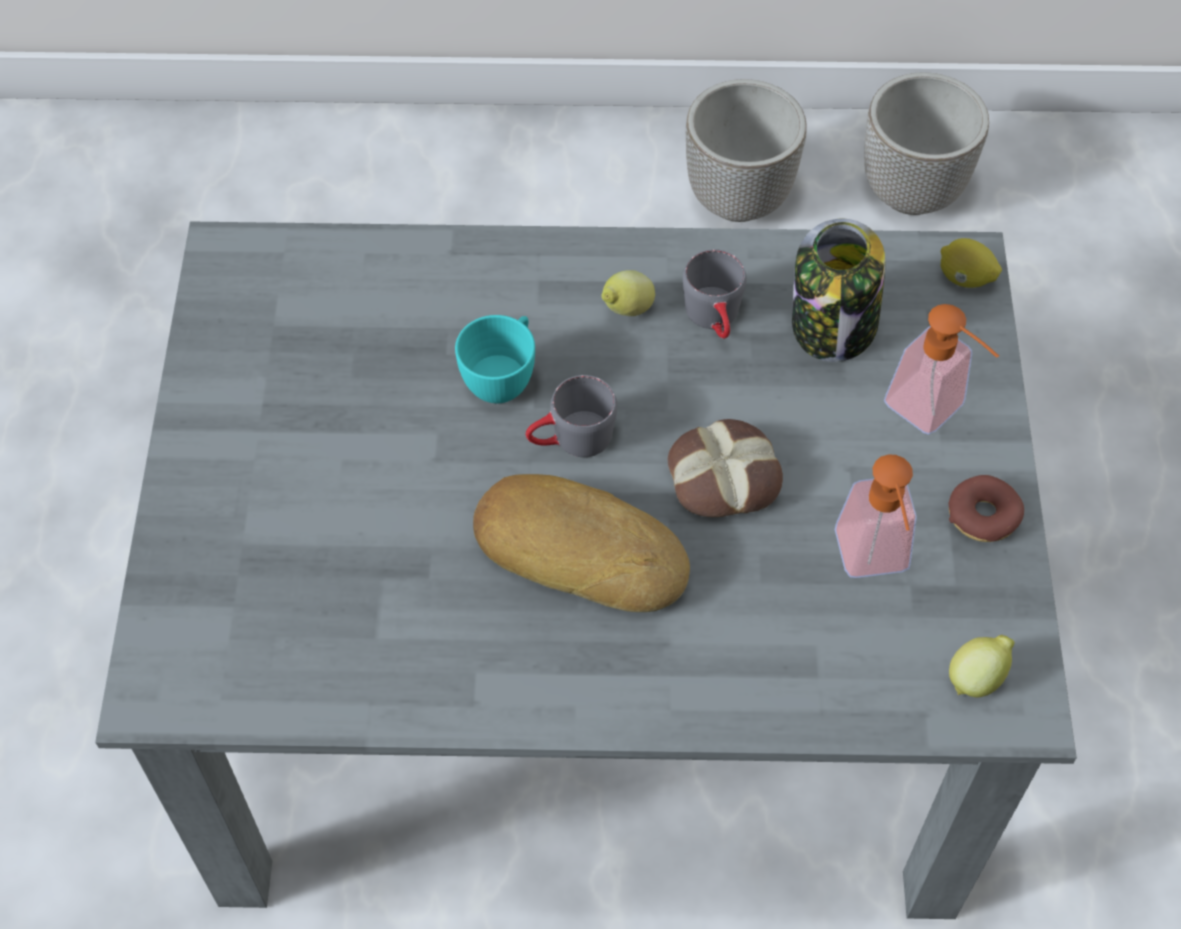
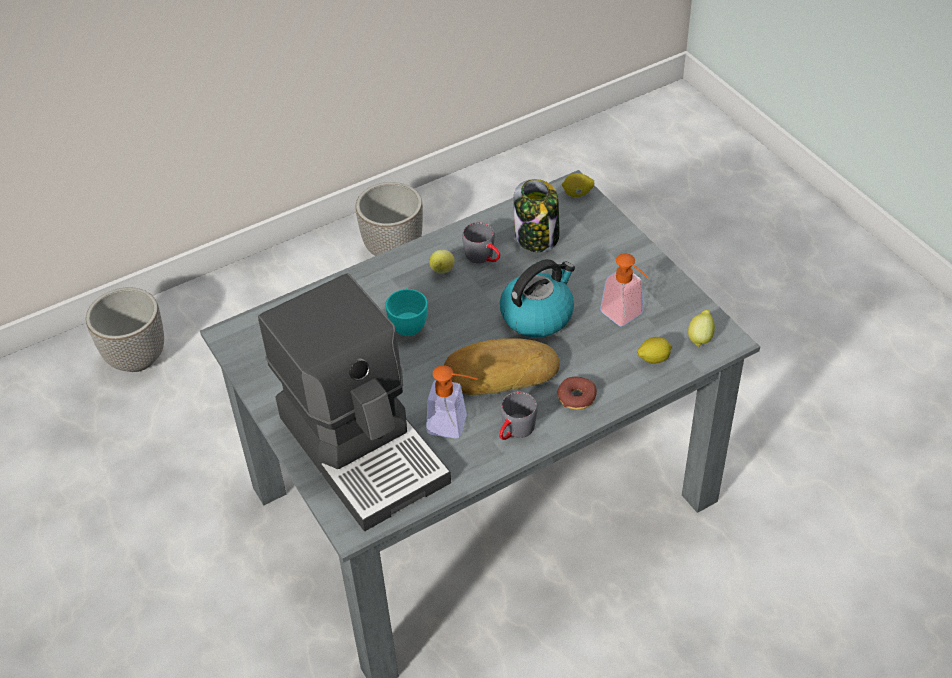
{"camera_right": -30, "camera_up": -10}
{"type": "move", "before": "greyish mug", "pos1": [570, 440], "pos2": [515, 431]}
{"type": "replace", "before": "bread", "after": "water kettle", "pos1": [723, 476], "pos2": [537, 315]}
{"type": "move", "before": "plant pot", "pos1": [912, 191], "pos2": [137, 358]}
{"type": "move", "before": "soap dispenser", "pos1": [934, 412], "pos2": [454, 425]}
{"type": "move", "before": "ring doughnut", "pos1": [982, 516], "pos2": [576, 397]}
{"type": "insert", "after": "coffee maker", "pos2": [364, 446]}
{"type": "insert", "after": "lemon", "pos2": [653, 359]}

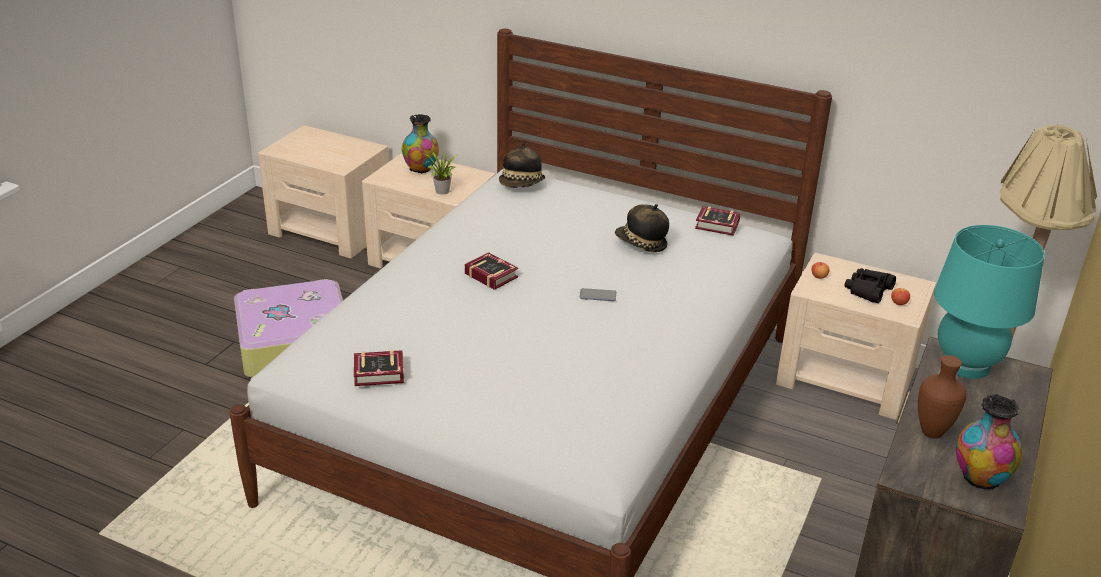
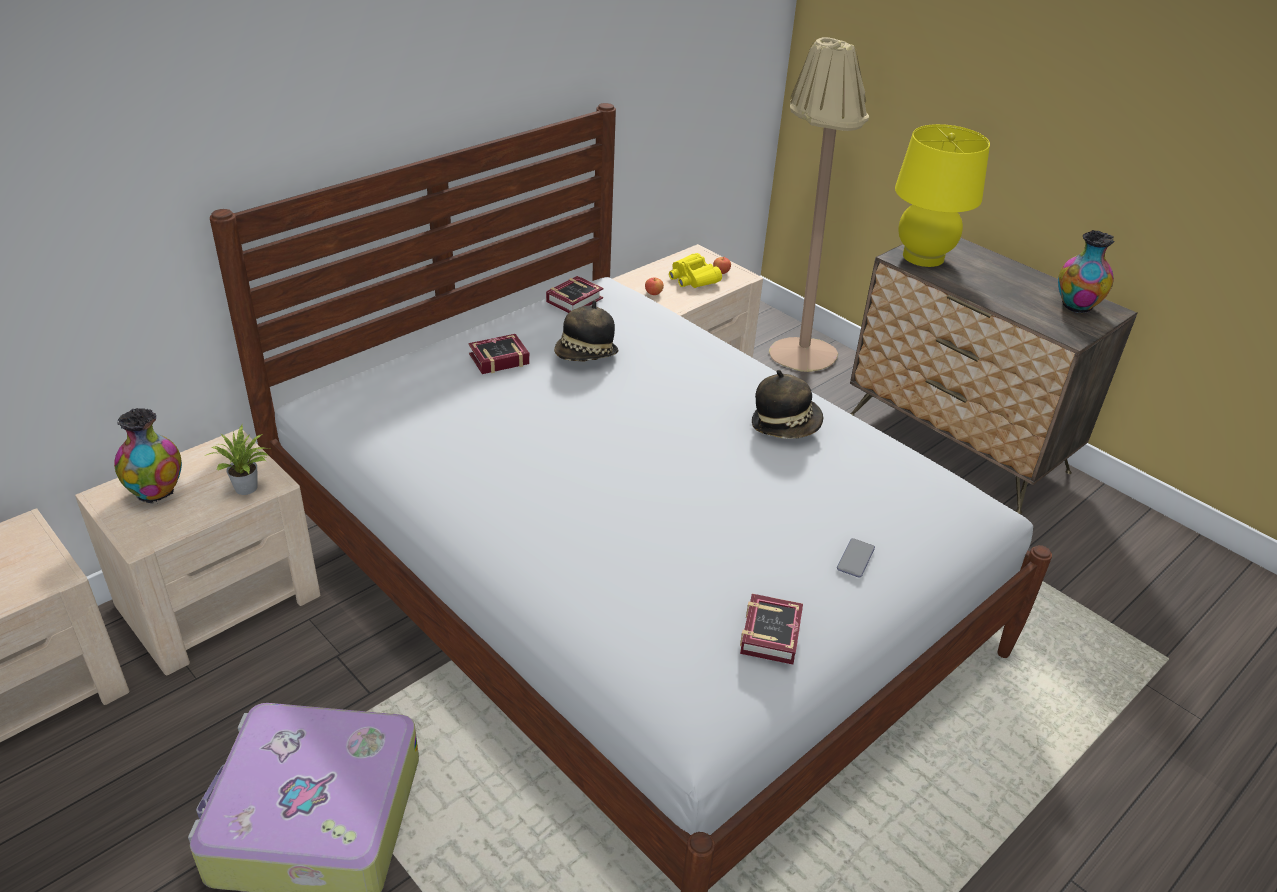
{"camera_right": -70, "camera_up": 5}
{"type": "move", "before": "book", "pos1": [490, 274], "pos2": [496, 359]}
{"type": "move", "before": "hat", "pos1": [522, 185], "pos2": [785, 425]}
{"type": "move", "before": "handset", "pos1": [597, 295], "pos2": [855, 559]}
{"type": "recolor", "before": "black binoculars", "after": "yellow binoculars", "pos1": [868, 290], "pos2": [693, 278]}
{"type": "delete", "before": "brown-coloured vase", "pos1": [931, 433]}
{"type": "recolor", "before": "blue-green lamp for a table", "after": "yellow lamp for a table", "pos1": [966, 365], "pos2": [923, 257]}

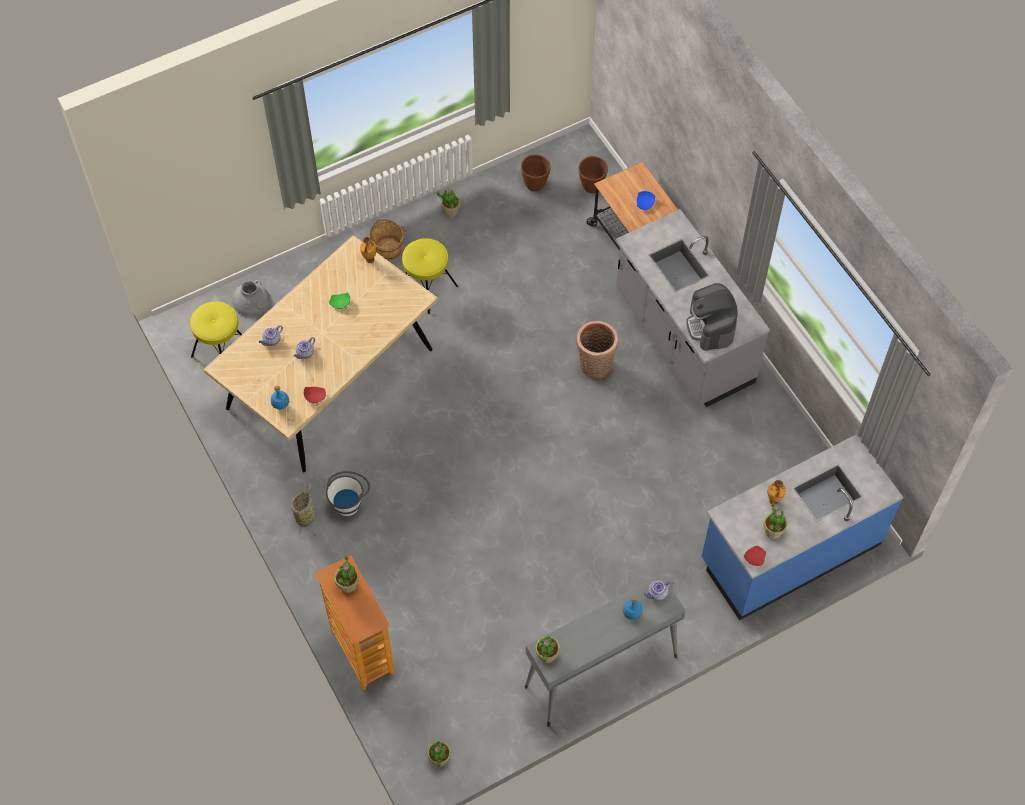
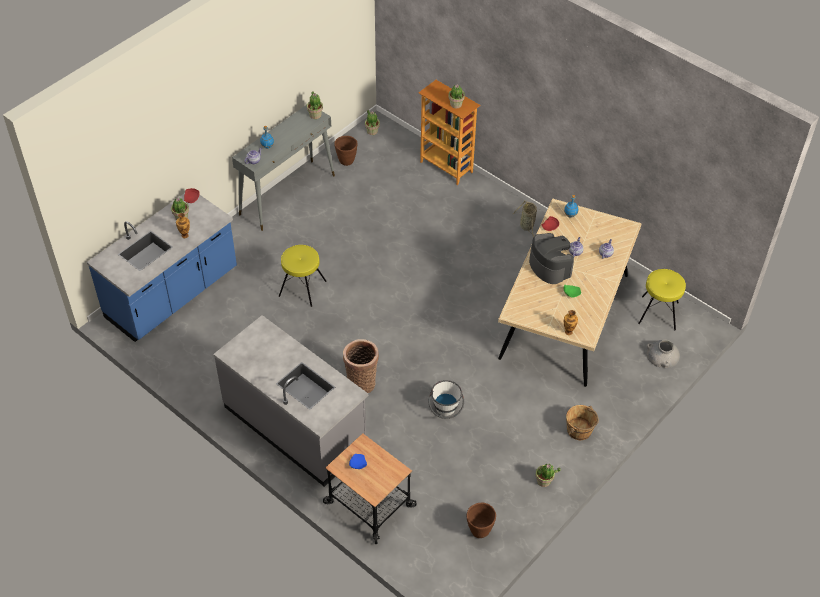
{"camera_right": 160, "camera_up": -10}
{"type": "move", "before": "white pail", "pos1": [349, 501], "pos2": [445, 411]}
{"type": "move", "before": "yellow sitting stool", "pos1": [427, 288], "pos2": [302, 288]}
{"type": "move", "before": "brown-coloured plant pot", "pos1": [591, 187], "pos2": [346, 161]}
{"type": "move", "before": "coffee maker", "pos1": [711, 327], "pos2": [549, 266]}

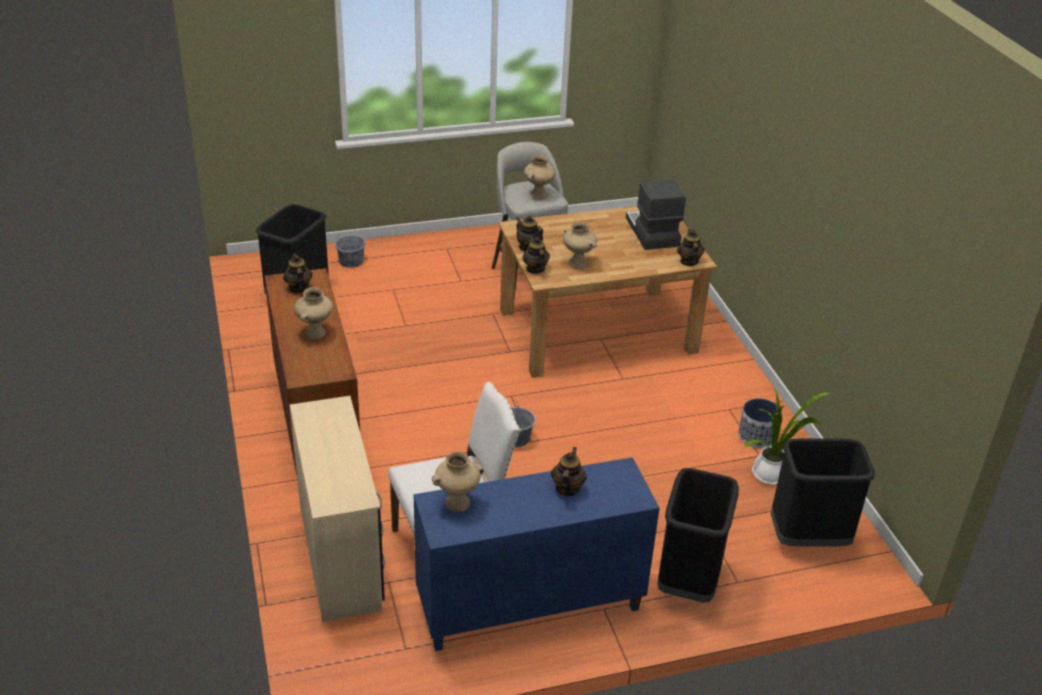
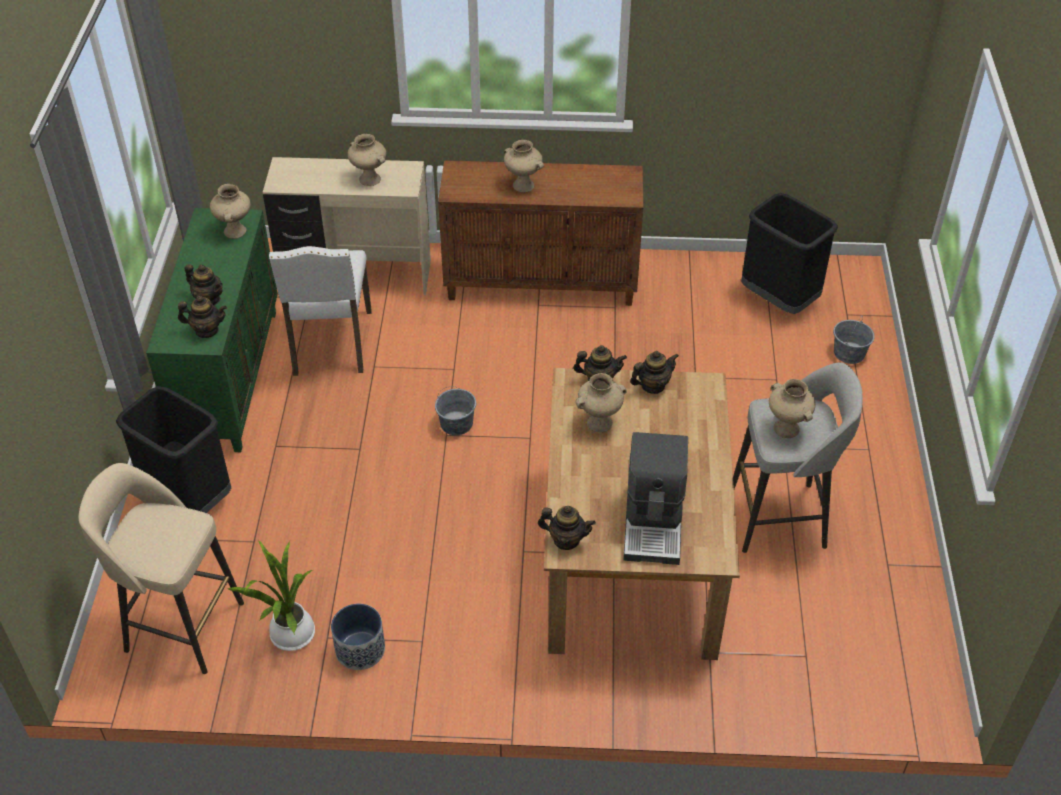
{"camera_right": 110, "camera_up": 10}
{"type": "move", "before": "pot for tea", "pos1": [298, 288], "pos2": [206, 330]}
{"type": "recolor", "before": "bluish cabinet", "after": "greenish cabinet", "pos1": [529, 607], "pos2": [229, 377]}
{"type": "rotate", "before": "coffee maker", "pos1": [651, 232], "pos2": [654, 523], "turn": 90}
{"type": "replace", "before": "black rubbish bin", "after": "beige-coloured sitting stool", "pos1": [808, 539], "pos2": [181, 625]}
{"type": "insert", "after": "beige-coloured vase", "pos2": [369, 179]}

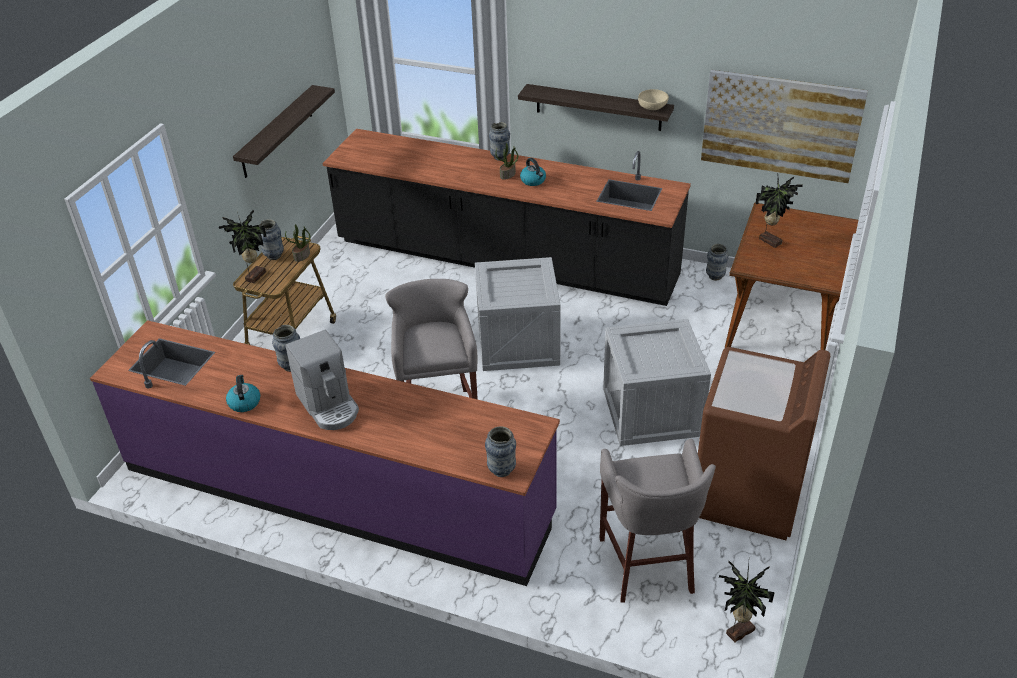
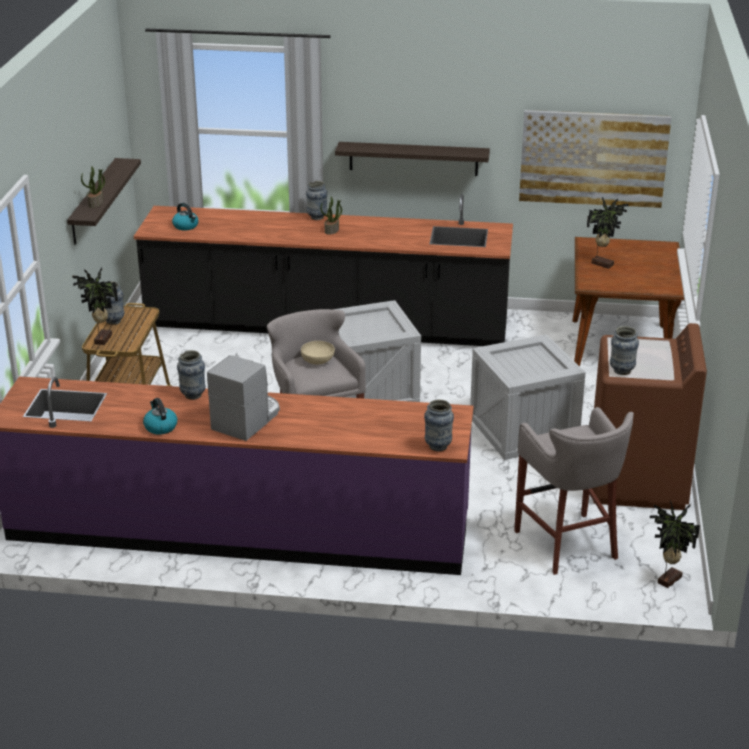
{"camera_right": -15, "camera_up": -10}
{"type": "move", "before": "potted plant", "pos1": [302, 256], "pos2": [96, 203]}
{"type": "rotate", "before": "coffee maker", "pos1": [329, 405], "pos2": [247, 419], "turn": -105}
{"type": "move", "before": "water kettle", "pos1": [533, 181], "pos2": [186, 226]}
{"type": "move", "before": "beige-coloured bowl", "pos1": [652, 107], "pos2": [318, 360]}
{"type": "move", "before": "vase", "pos1": [715, 276], "pos2": [622, 371]}

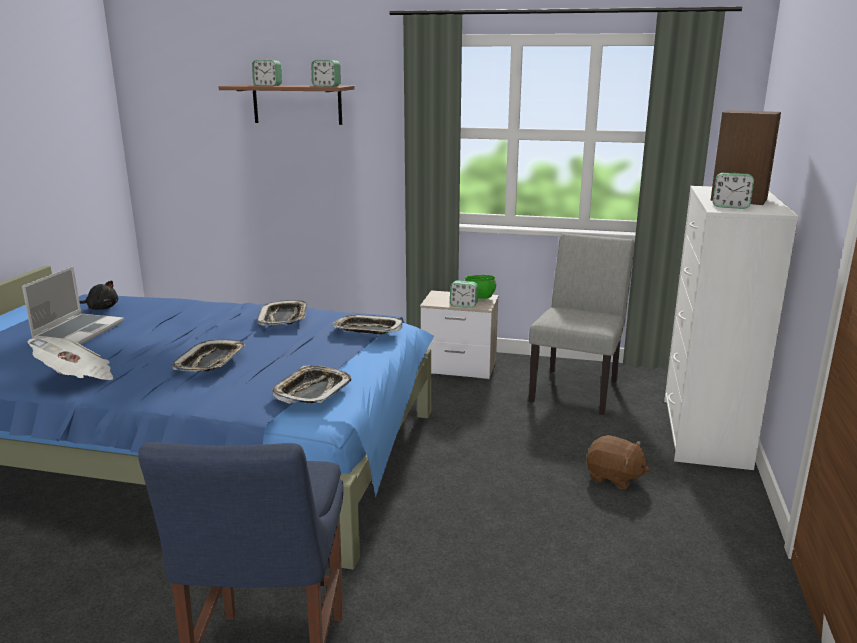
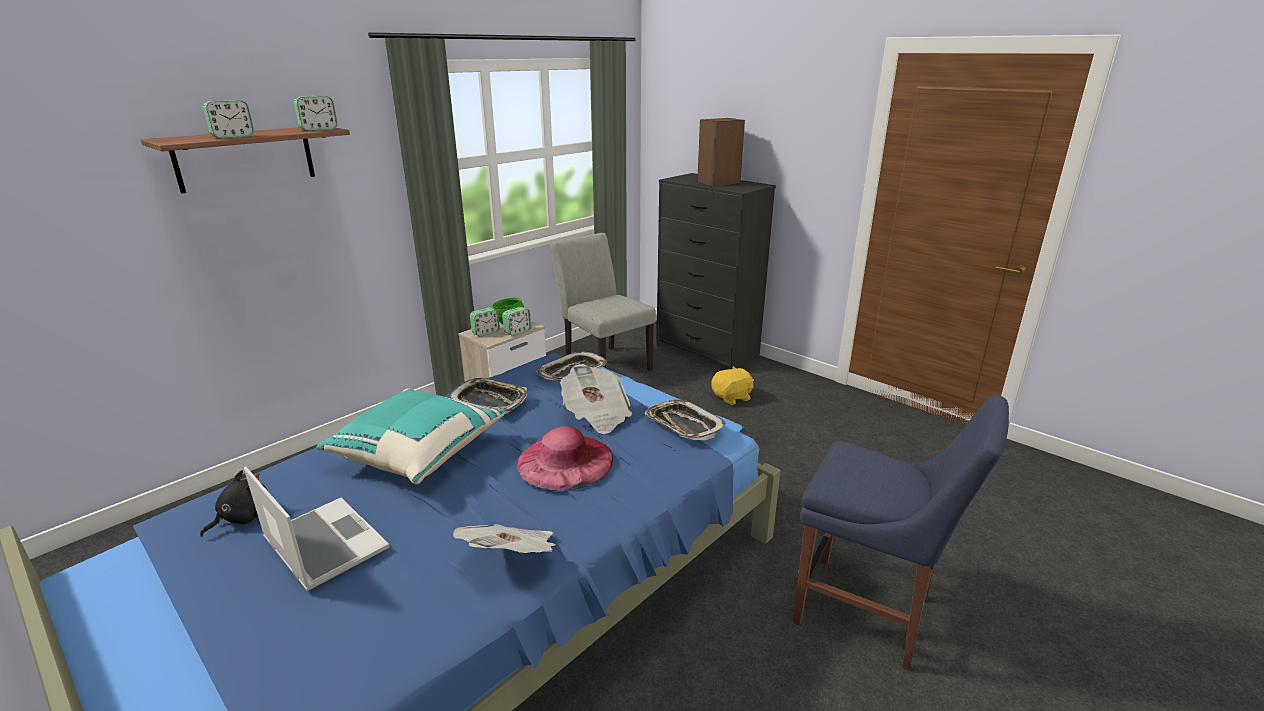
{"camera_right": -60, "camera_up": 5}
{"type": "replace", "before": "serving tray", "after": "pinkish hat", "pos1": [211, 361], "pos2": [565, 461]}
{"type": "recolor", "before": "brown-coloured soft toy", "after": "yellow soft toy", "pos1": [614, 477], "pos2": [732, 398]}
{"type": "recolor", "before": "white drawer chest", "after": "black drawer chest", "pos1": [705, 433], "pos2": [707, 351]}
{"type": "move", "before": "alarm clock", "pos1": [730, 206], "pos2": [485, 332]}
{"type": "insert", "after": "blue-green cushion", "pos2": [417, 454]}
{"type": "insert", "after": "newspaper", "pos2": [596, 415]}

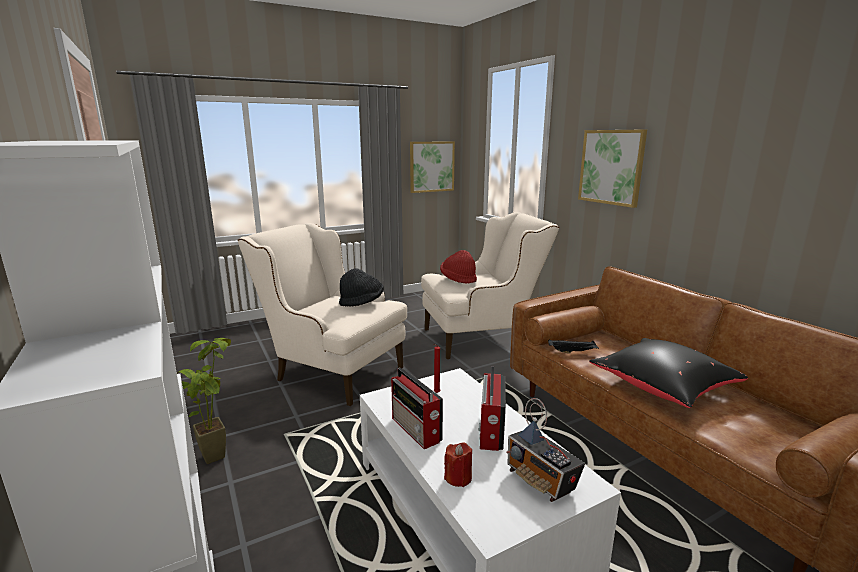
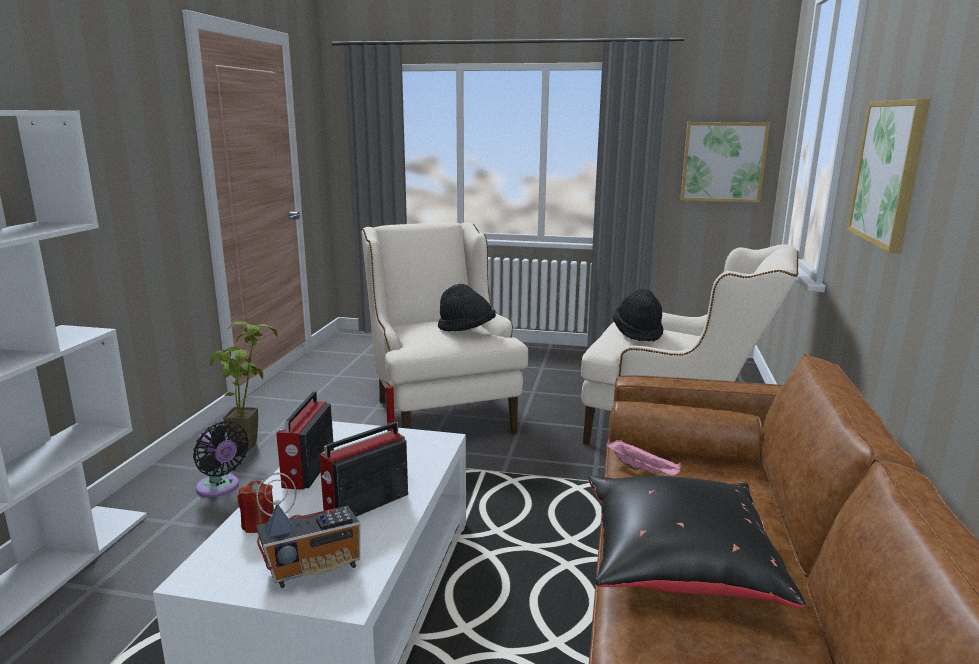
{"camera_right": 40, "camera_up": 0}
{"type": "recolor", "before": "red hat", "after": "black hat", "pos1": [458, 279], "pos2": [638, 333]}
{"type": "rotate", "before": "radio set", "pos1": [541, 481], "pos2": [314, 568], "turn": -120}
{"type": "recolor", "before": "black serving tray", "after": "pinkish serving tray", "pos1": [572, 352], "pos2": [643, 470]}
{"type": "insert", "after": "black electric fan", "pos2": [220, 488]}

